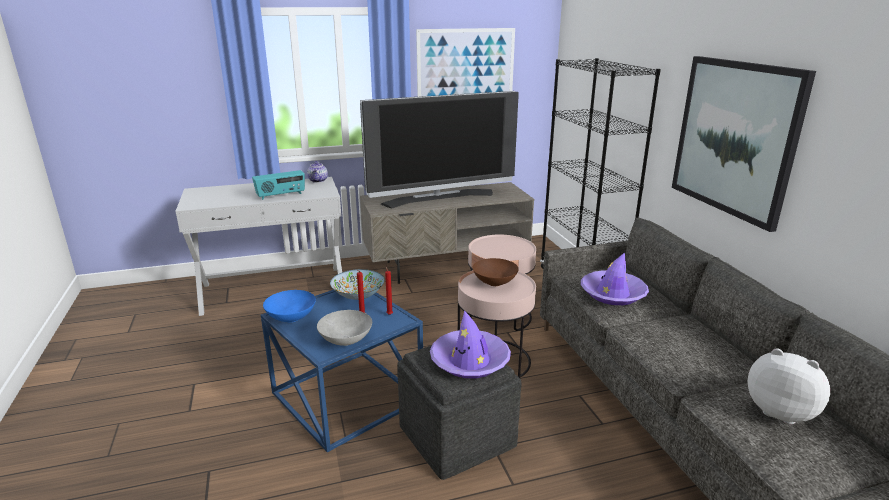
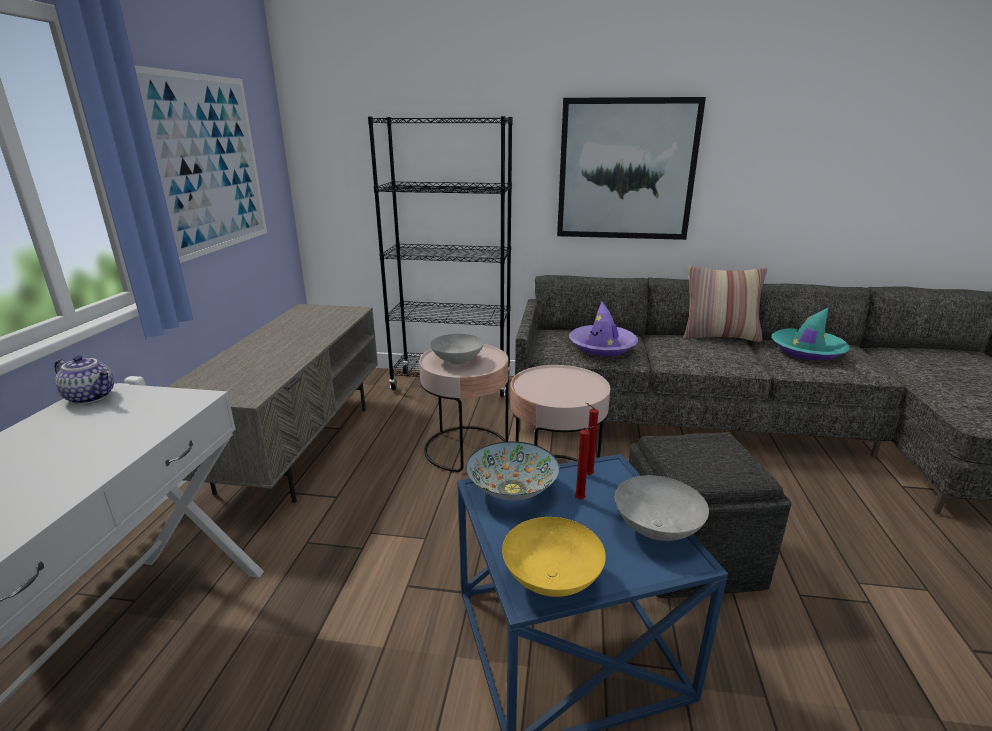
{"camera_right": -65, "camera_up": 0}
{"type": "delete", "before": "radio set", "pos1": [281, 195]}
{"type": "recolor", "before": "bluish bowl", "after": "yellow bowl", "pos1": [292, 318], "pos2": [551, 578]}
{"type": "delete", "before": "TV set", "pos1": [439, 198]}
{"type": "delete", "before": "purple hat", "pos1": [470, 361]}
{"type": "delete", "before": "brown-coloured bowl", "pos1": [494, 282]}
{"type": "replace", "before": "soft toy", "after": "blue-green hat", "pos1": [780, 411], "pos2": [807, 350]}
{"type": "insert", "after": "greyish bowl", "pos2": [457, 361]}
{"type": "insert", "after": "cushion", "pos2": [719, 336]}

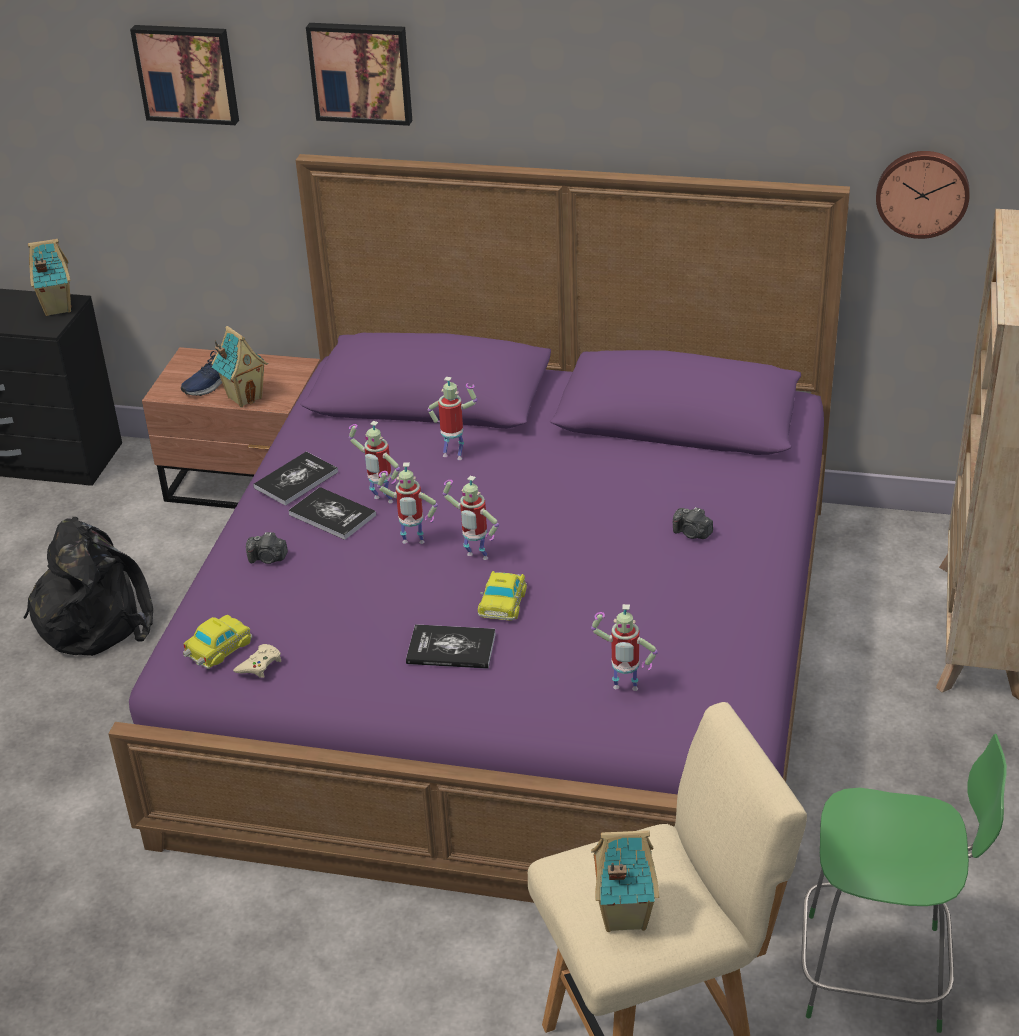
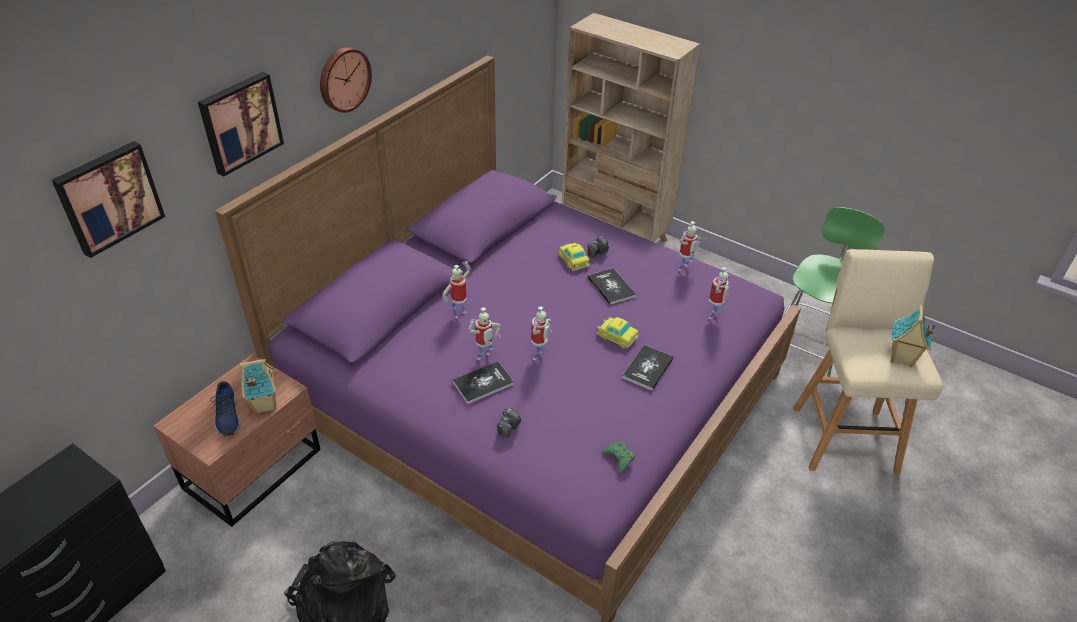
{"camera_right": -70, "camera_up": 5}
{"type": "delete", "before": "toy house", "pos1": [56, 308]}
{"type": "move", "before": "miniature car", "pos1": [217, 648], "pos2": [574, 260]}
{"type": "recolor", "before": "beige-coloured joypad", "after": "greenish joypad", "pos1": [259, 665], "pos2": [619, 458]}
{"type": "move", "before": "book", "pos1": [296, 480], "pos2": [611, 287]}
{"type": "move", "before": "robot figure", "pos1": [475, 558], "pos2": [684, 269]}
{"type": "move", "before": "clock on the wall", "pos1": [922, 192], "pos2": [343, 79]}

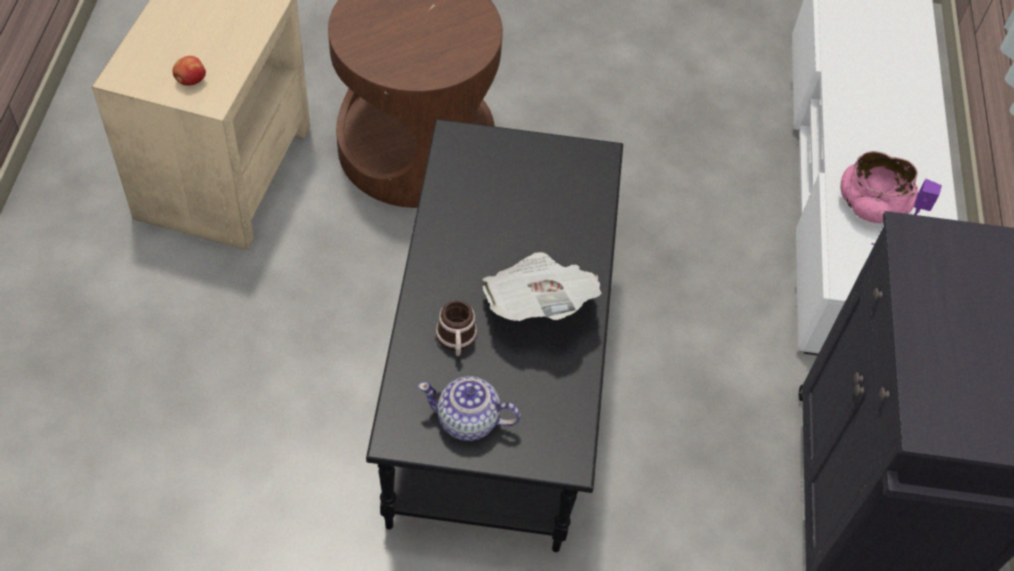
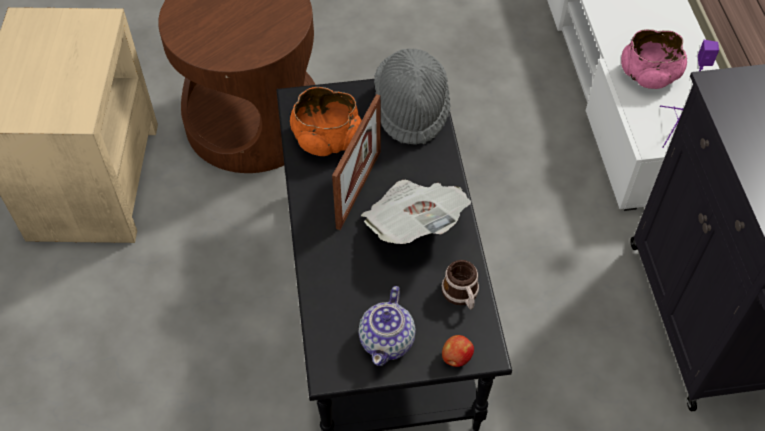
{"camera_right": -10, "camera_up": 0}
{"type": "move", "before": "whole apple", "pos1": [190, 81], "pos2": [456, 358]}
{"type": "rotate", "before": "pot for tea", "pos1": [468, 421], "pos2": [387, 340], "turn": -75}
{"type": "move", "before": "mug", "pos1": [456, 340], "pos2": [462, 295]}
{"type": "insert", "after": "orange-coloured bowl", "pos2": [326, 138]}
{"type": "insert", "after": "picture frame", "pos2": [358, 189]}
{"type": "insert", "after": "greyish hat", "pos2": [411, 108]}

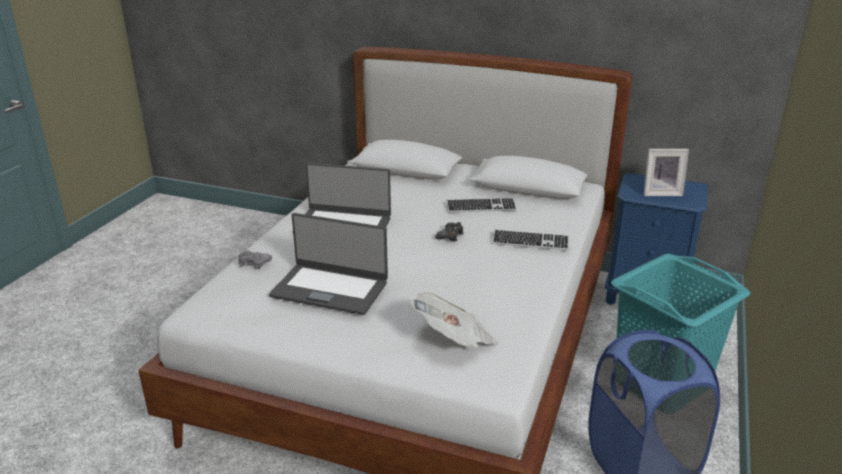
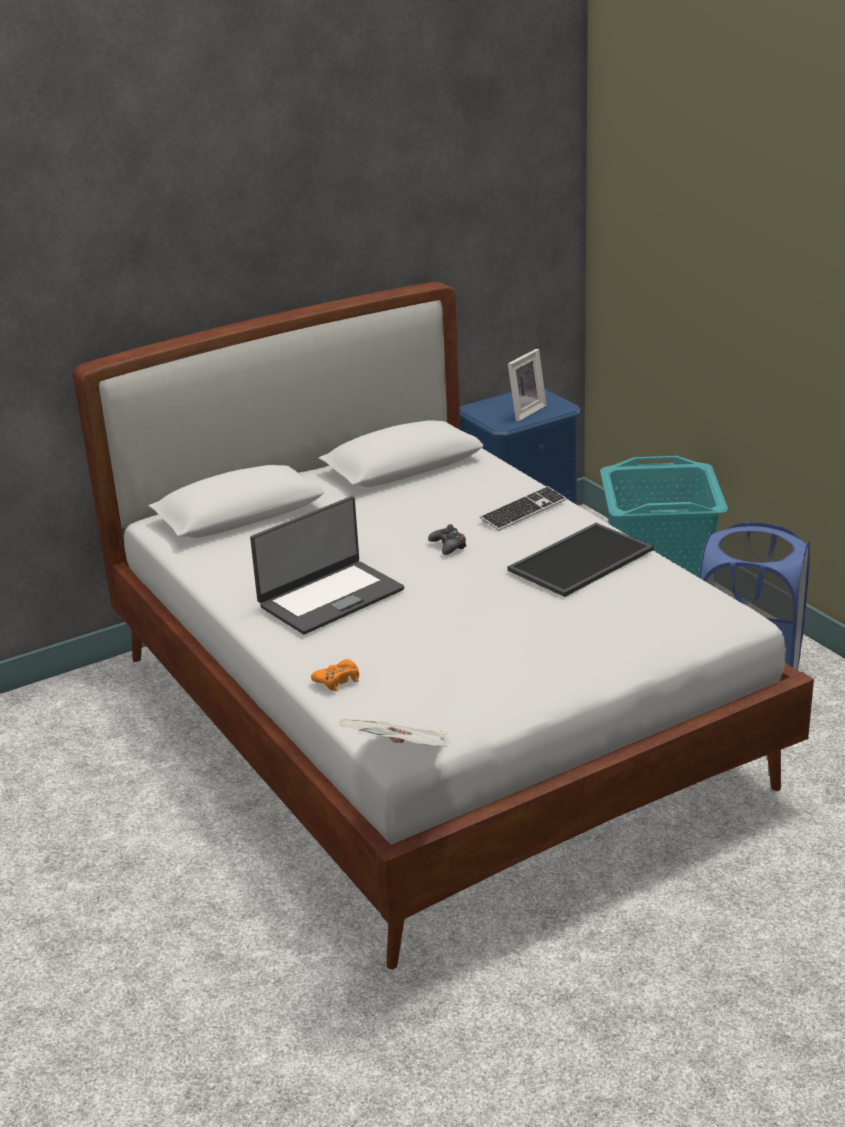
{"camera_right": -50, "camera_up": 0}
{"type": "recolor", "before": "greyish joypad", "after": "orange-coloured joypad", "pos1": [254, 263], "pos2": [338, 680]}
{"type": "delete", "before": "notebook computer", "pos1": [330, 288]}
{"type": "move", "before": "newspaper", "pos1": [454, 339], "pos2": [401, 757]}
{"type": "delete", "before": "keyboard", "pos1": [481, 207]}
{"type": "insert", "after": "serving tray", "pos2": [581, 561]}

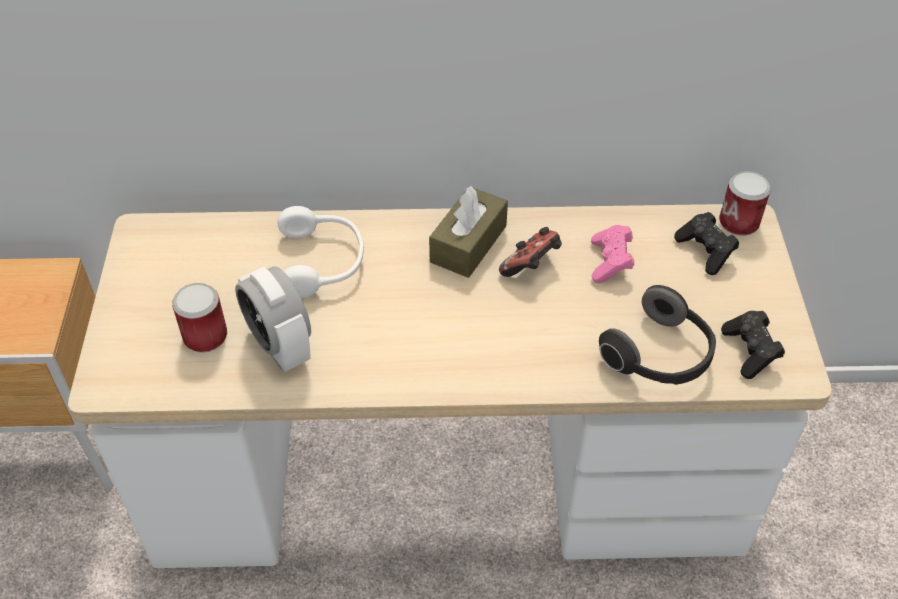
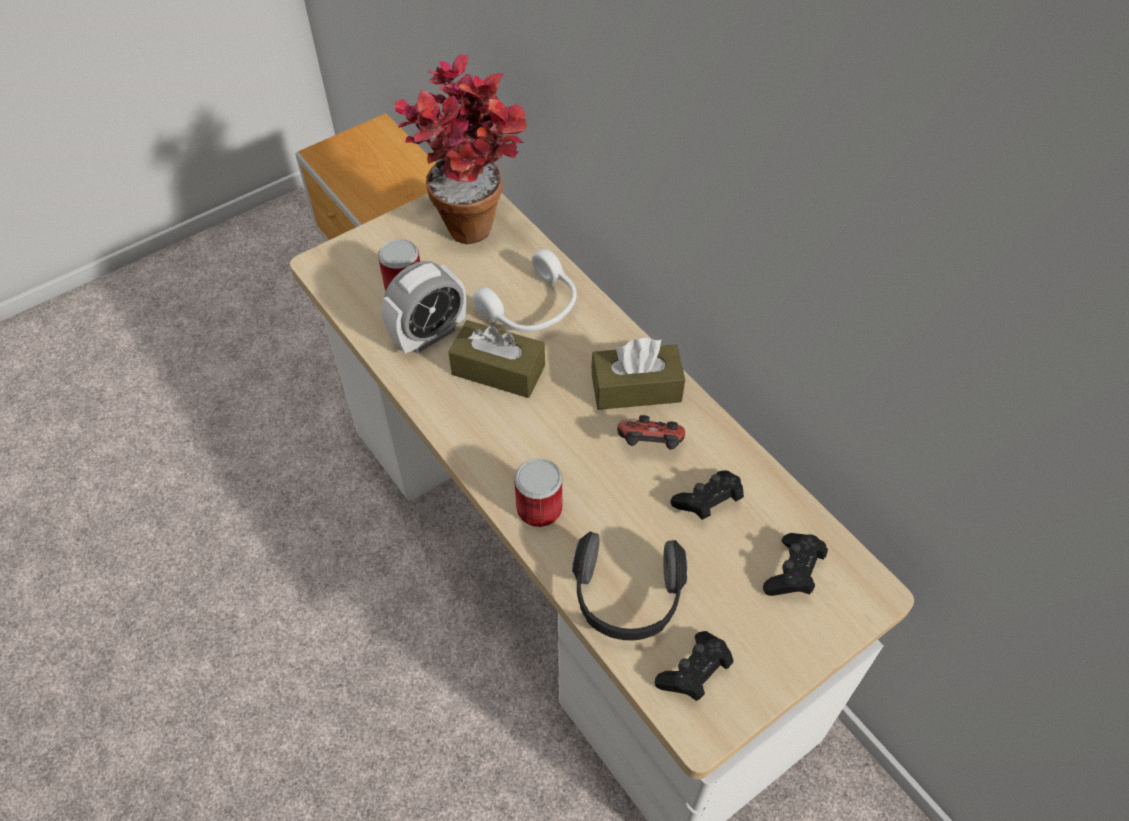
{"camera_right": 55, "camera_up": 5}
{"type": "rotate", "before": "alarm clock", "pos1": [280, 346], "pos2": [429, 335], "turn": -150}
{"type": "recolor", "before": "pinkish joypad", "after": "black joypad", "pos1": [610, 262], "pos2": [708, 502]}
{"type": "move", "before": "can", "pos1": [738, 222], "pos2": [539, 508]}
{"type": "insert", "after": "potted plant", "pos2": [472, 217]}
{"type": "insert", "after": "brown-coloured box of tissues", "pos2": [498, 370]}

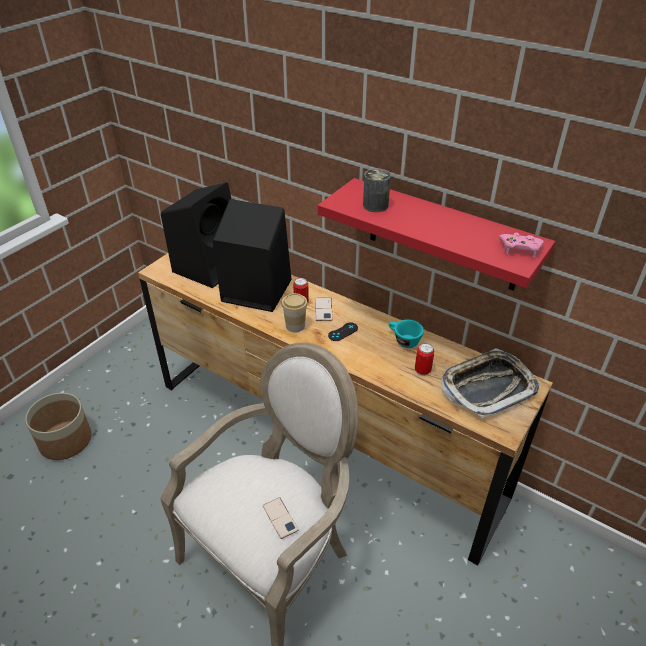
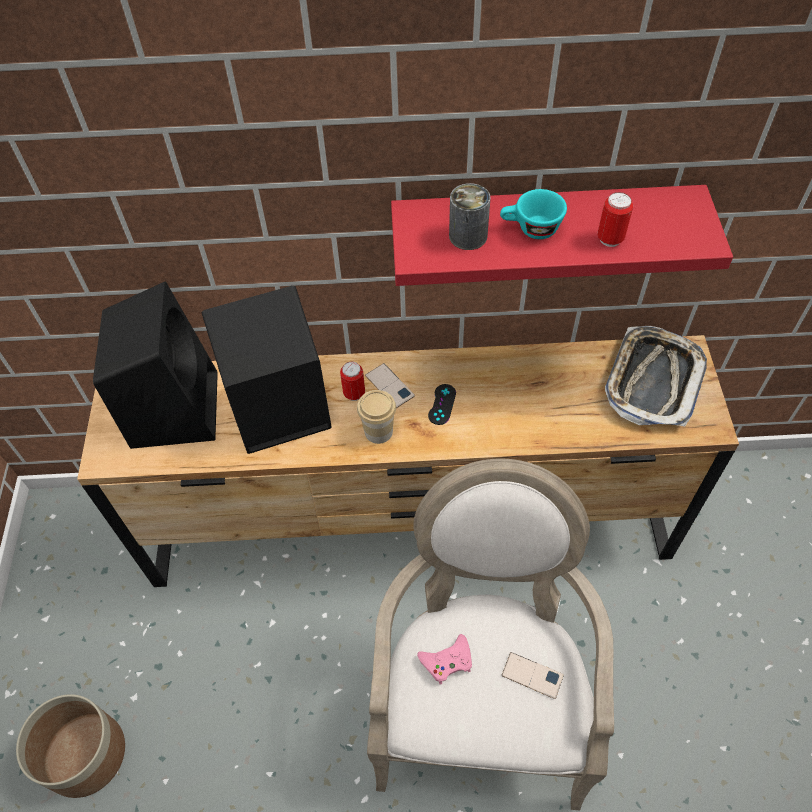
{"camera_right": -35, "camera_up": 15}
{"type": "move", "before": "blue-green cup", "pos1": [403, 340], "pos2": [530, 229]}
{"type": "move", "before": "can", "pos1": [422, 371], "pos2": [610, 239]}
{"type": "move", "before": "pinkish joypad", "pos1": [520, 248], "pos2": [447, 661]}

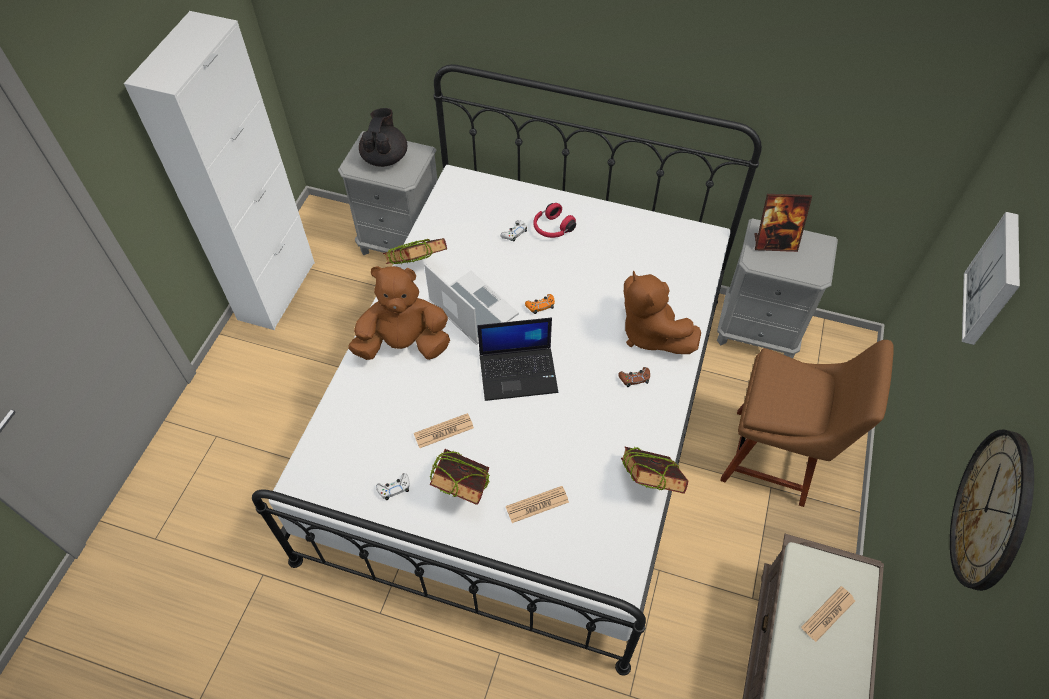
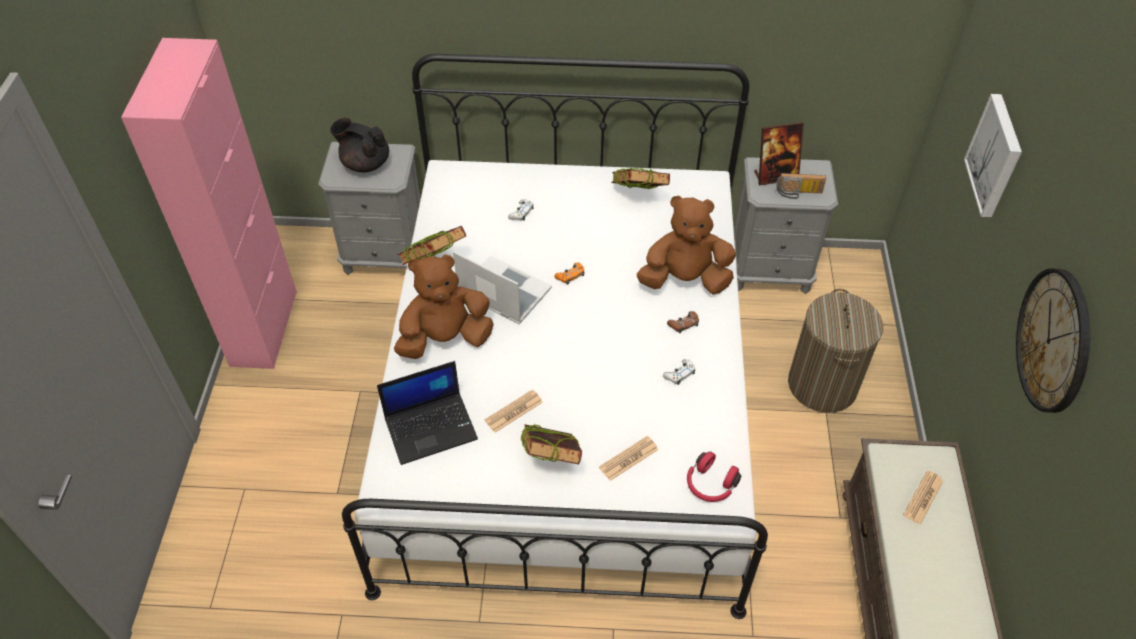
{"camera_right": -15, "camera_up": -5}
{"type": "recolor", "before": "white cabinet", "after": "pinkish cabinet", "pos1": [277, 290], "pos2": [264, 328]}
{"type": "rotate", "before": "black pot for tea", "pos1": [385, 157], "pos2": [365, 163], "turn": -60}
{"type": "move", "before": "white joypad", "pos1": [394, 488], "pos2": [679, 374]}
{"type": "move", "before": "notebook computer", "pos1": [519, 372], "pos2": [431, 427]}
{"type": "move", "before": "red pair of headphones", "pos1": [552, 228], "pos2": [710, 485]}
{"type": "move", "before": "book", "pos1": [649, 484], "pos2": [638, 198]}
{"type": "rotate", "before": "brown-coloured soft toy", "pos1": [650, 333], "pos2": [684, 280], "turn": 135}
{"type": "replace", "before": "brown-coloured upright chair", "after": "washing basket", "pos1": [776, 458], "pos2": [822, 385]}
{"type": "insert", "after": "radio set", "pos2": [798, 193]}

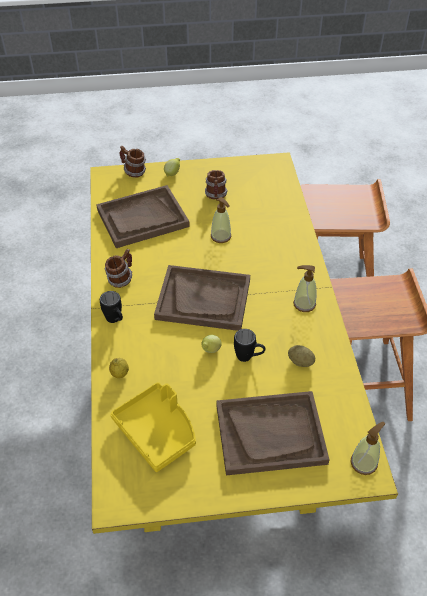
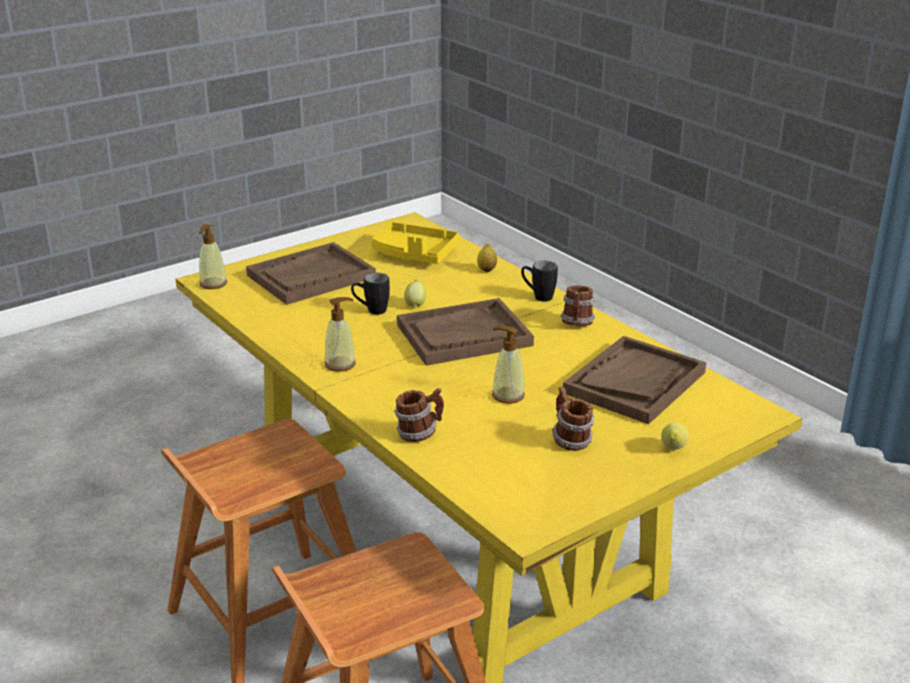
{"camera_right": 150, "camera_up": -20}
{"type": "move", "before": "mug", "pos1": [133, 172], "pos2": [419, 433]}
{"type": "delete", "before": "potato", "pos1": [300, 362]}

